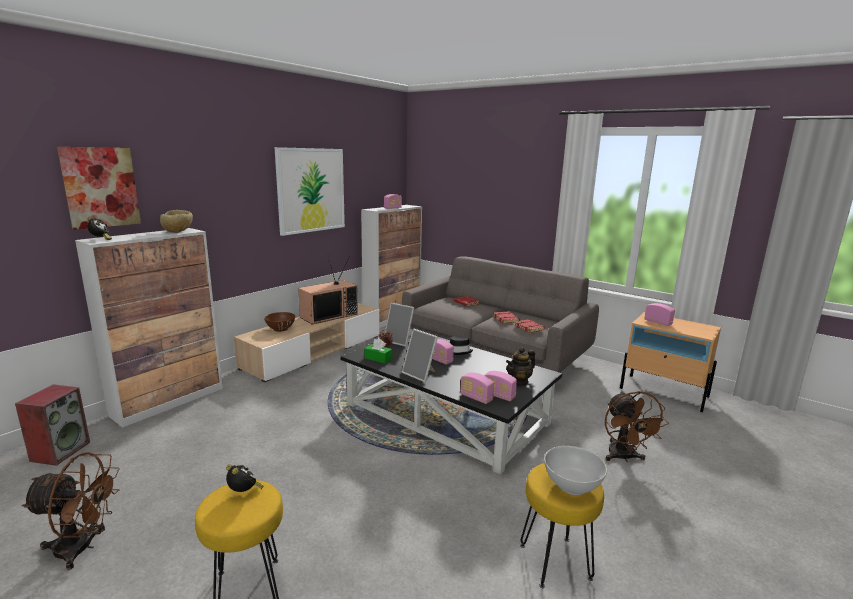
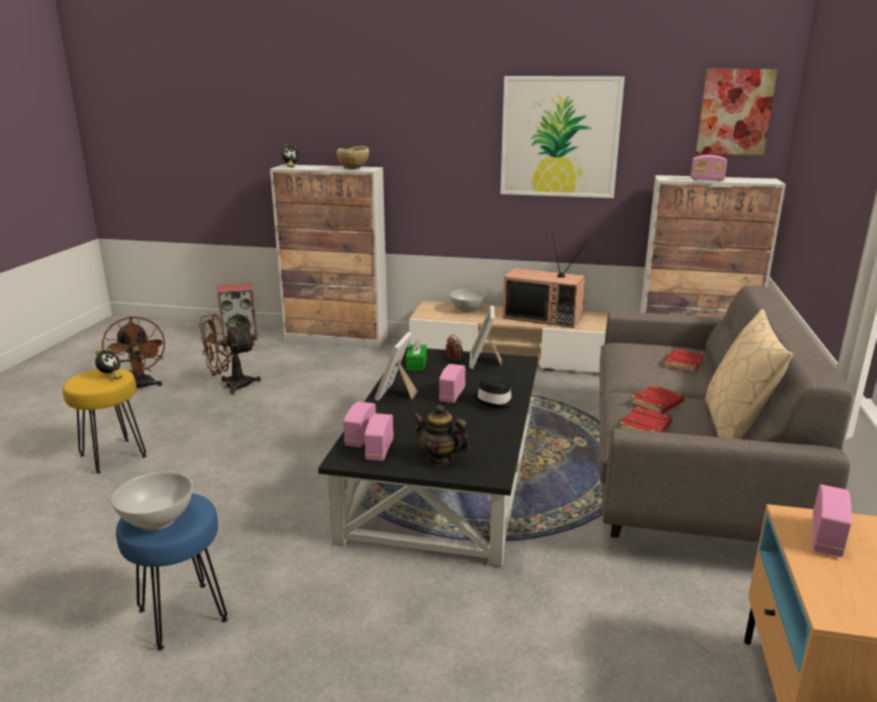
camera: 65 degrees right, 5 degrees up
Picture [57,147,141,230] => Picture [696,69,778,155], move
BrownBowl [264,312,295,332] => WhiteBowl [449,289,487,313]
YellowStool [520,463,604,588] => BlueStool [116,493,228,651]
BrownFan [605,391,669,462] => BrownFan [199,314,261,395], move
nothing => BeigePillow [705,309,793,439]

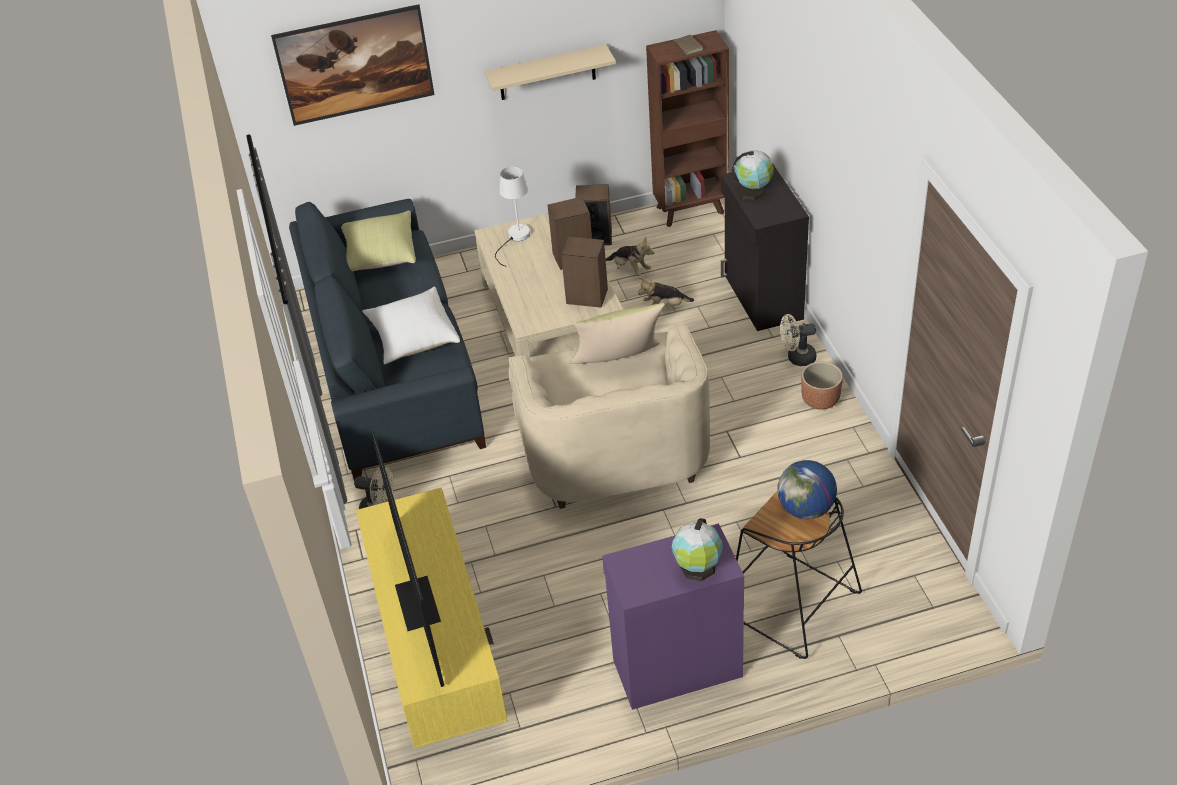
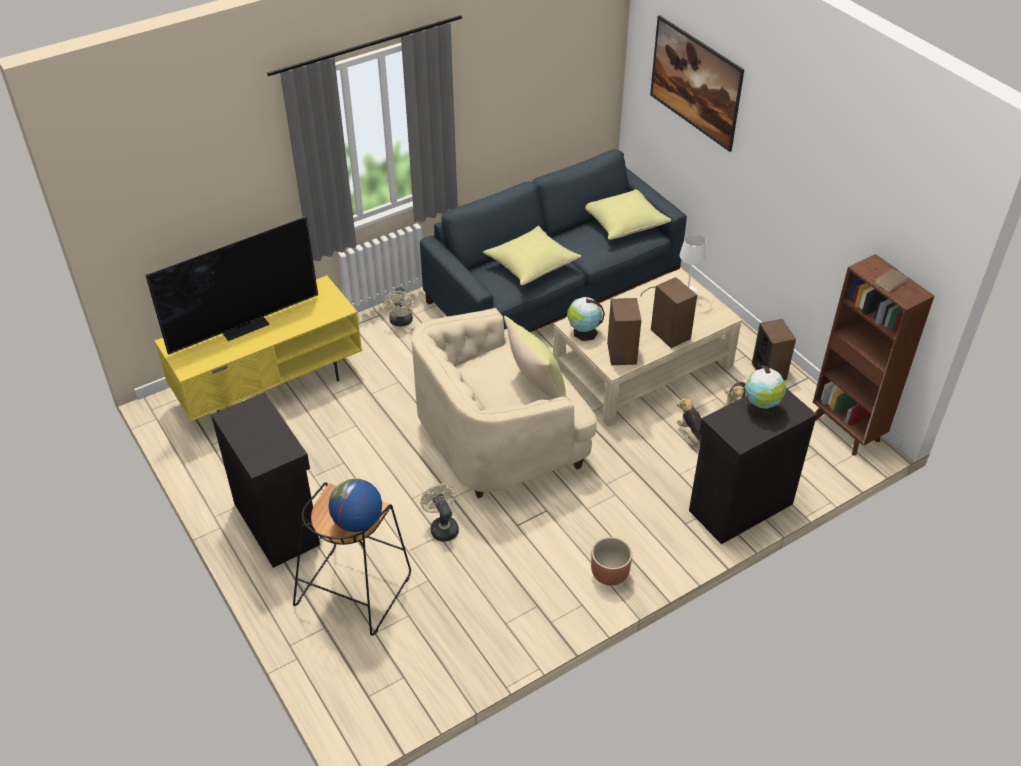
camera: 70 degrees right, 0 degrees up
WhitePillow [362,287,460,365] => YellowPillow [483,226,581,285]
BeigeShelf [484,45,616,100] => nothing
PurpleCabinet [602,523,744,710] => BlackCabinet [211,392,322,568]
Globe [672,518,723,581] => Globe [567,297,605,341], move
BeigeFan [780,314,816,366] => BeigeFan [420,483,459,542], move

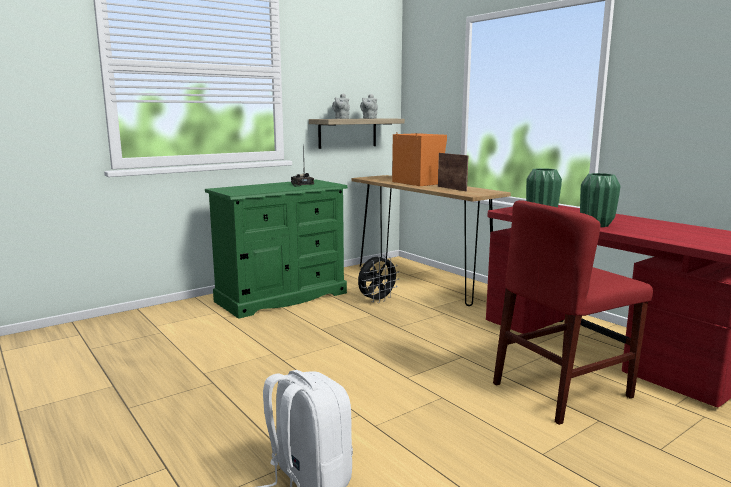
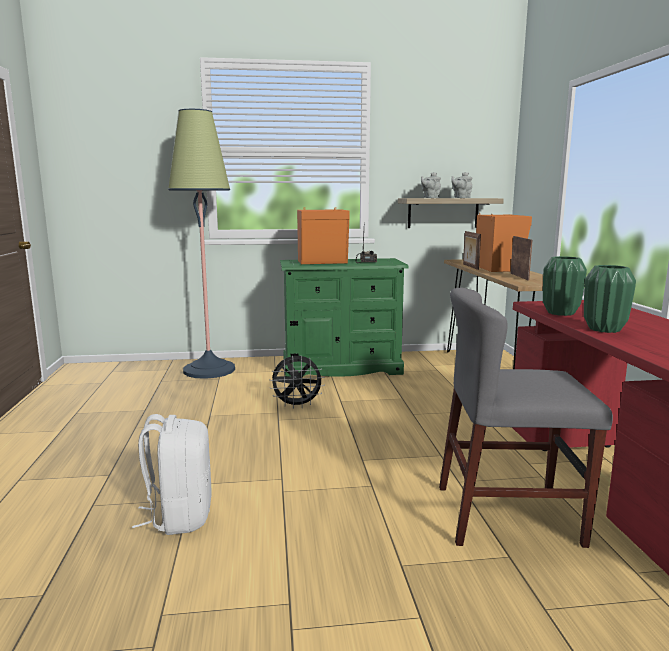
camera: 30 degrees right, 0 degrees up
BlackFan [358,255,399,303] => BlackFan [269,356,325,409], move
RedChair [493,200,653,425] => GreyChair [439,288,613,548]
nothing => FloorLamp [168,109,235,379]
nothing => OrangeSpeaker [297,207,350,264]
nothing => PictureFrame [463,231,481,270]

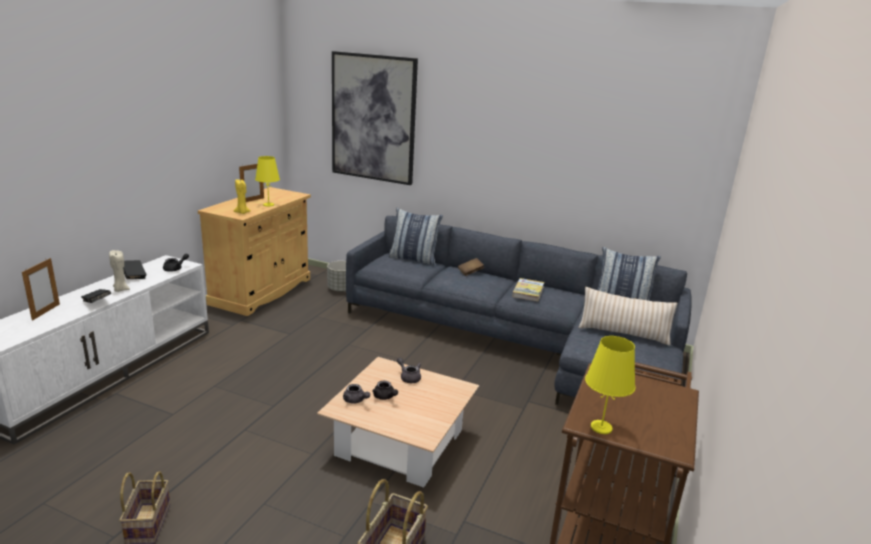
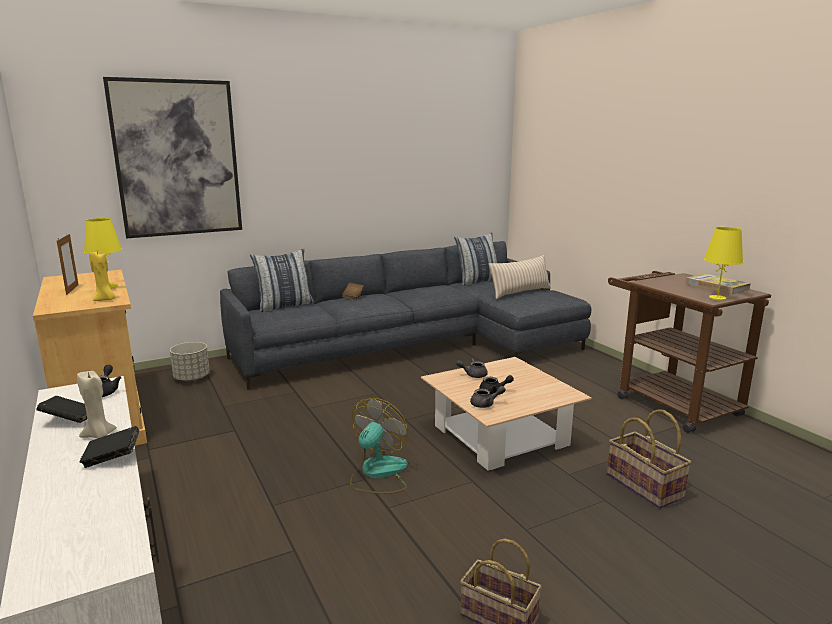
camera: 50 degrees left, 5 degrees down
PictureFrame [22,258,60,321] => nothing
Book [512,278,544,301] => Book [685,274,751,295], move
nothing => Fan [350,398,408,494]

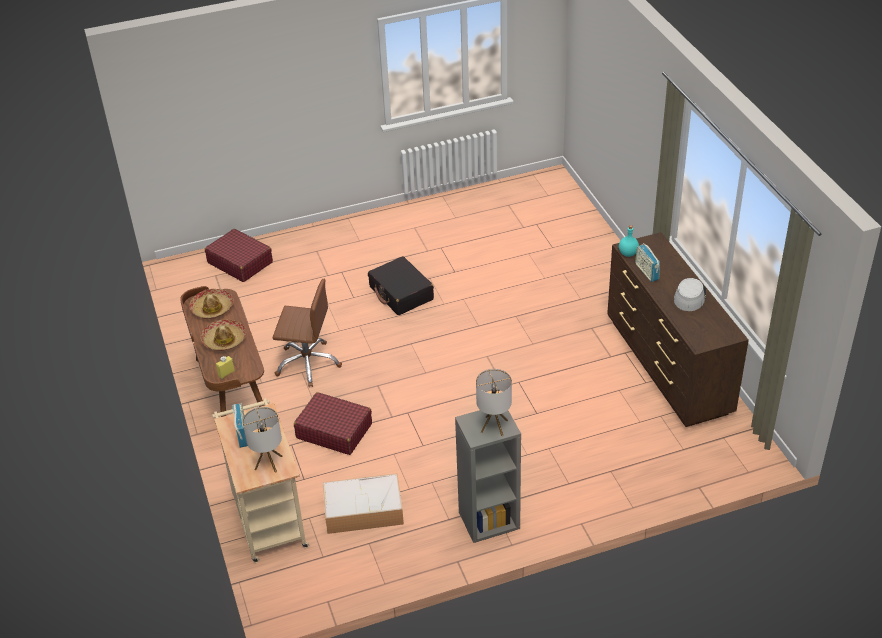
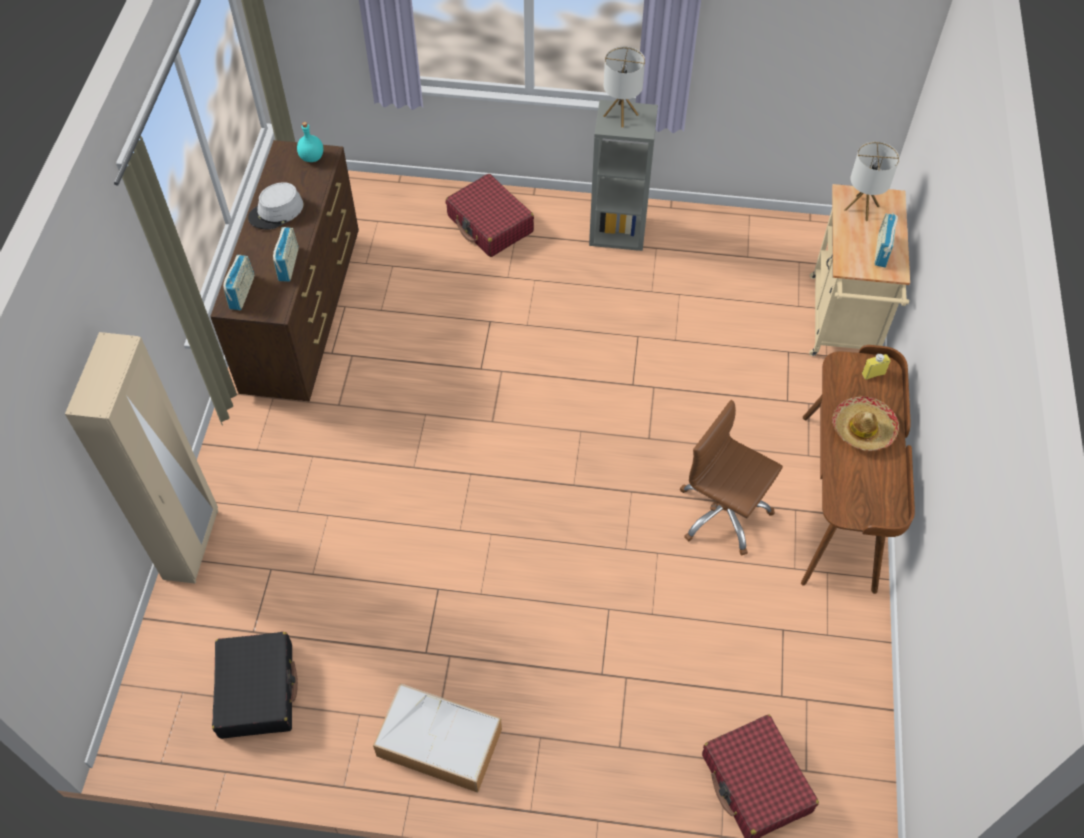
camera: 155 degrees left, 15 degrees up
Hat [189,289,233,319] => nothing
RedSuitcase [294,392,372,455] => RedSuitcase [446,174,534,257], move
StorageBox [322,473,404,534] => StorageBox [373,683,502,793], move
BlackSuitcase [368,256,434,315] => BlackSuitcase [212,632,298,739], move
TurquoiseBottle [619,225,639,257] => TurquoiseBottle [297,122,323,162], move
nothing => BeigeWardrobe [65,332,218,584]
nothing => Radio [223,255,254,310]

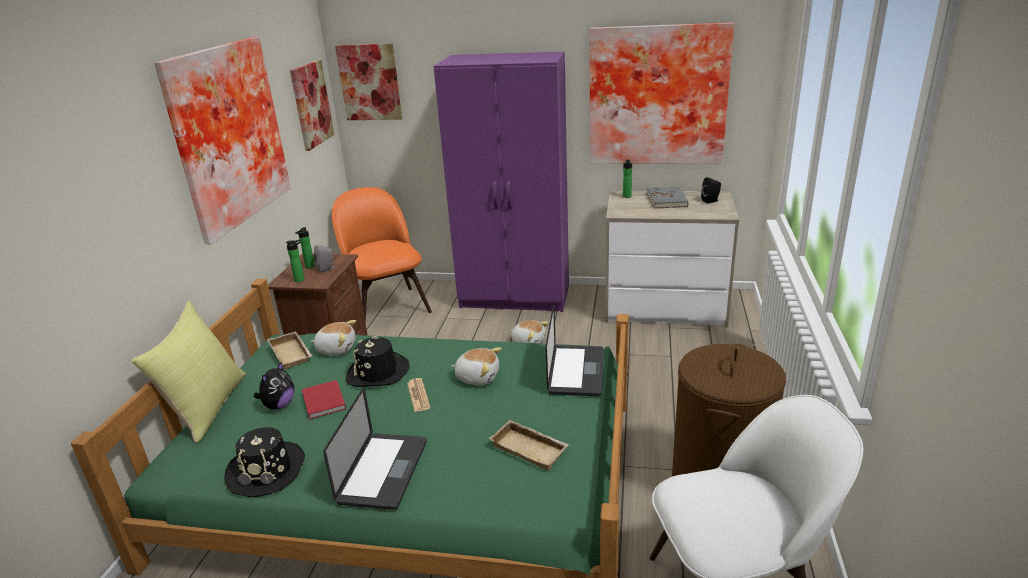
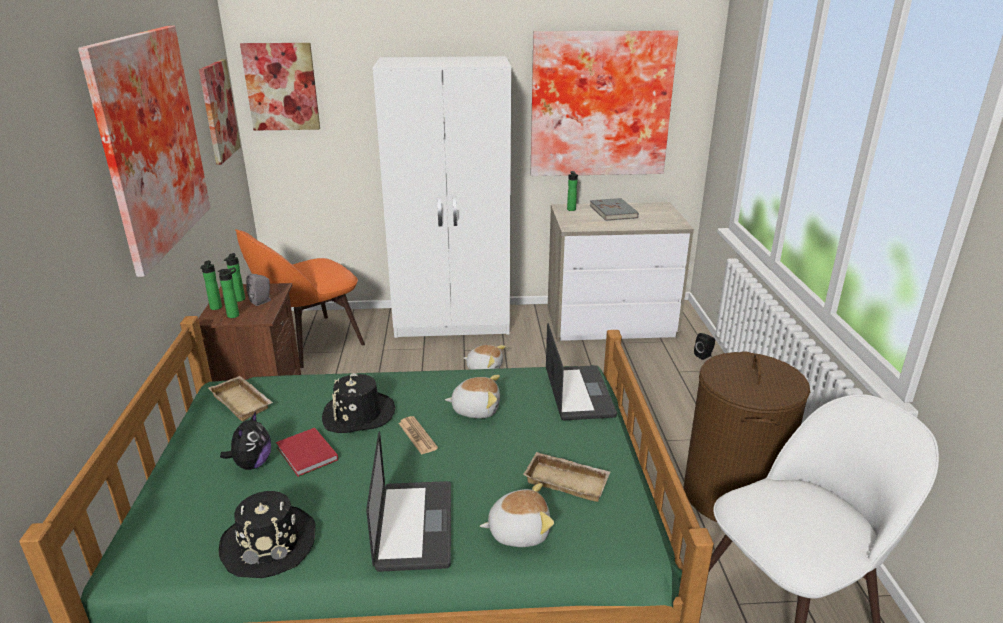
camera: 15 degrees left, 0 degrees up
YellowPillow [131,301,246,443] => nothing
PlushToy [310,320,356,355] => PlushToy [480,483,554,547], move
OrangeChair [332,187,432,323] => OrangeChair [235,229,365,368], 90 degrees counterclockwise
PurpleWardrobe [434,52,569,312] => WhiteWardrobe [373,56,511,338]
BlackSpeaker [701,177,721,204] => BlackSpeaker [694,333,715,360], move
nothing => Bottle [200,260,222,310]

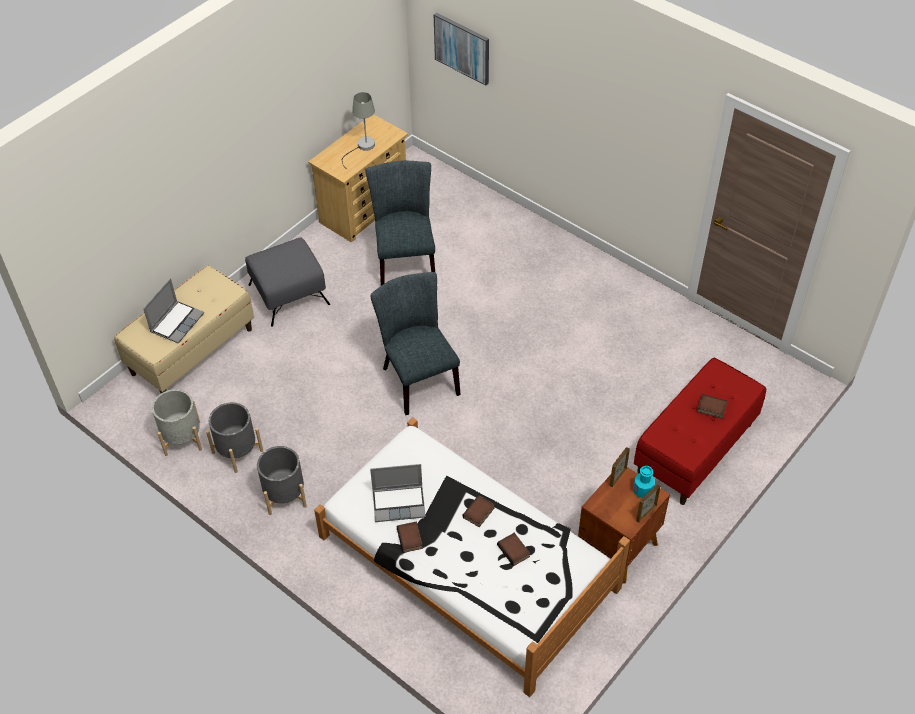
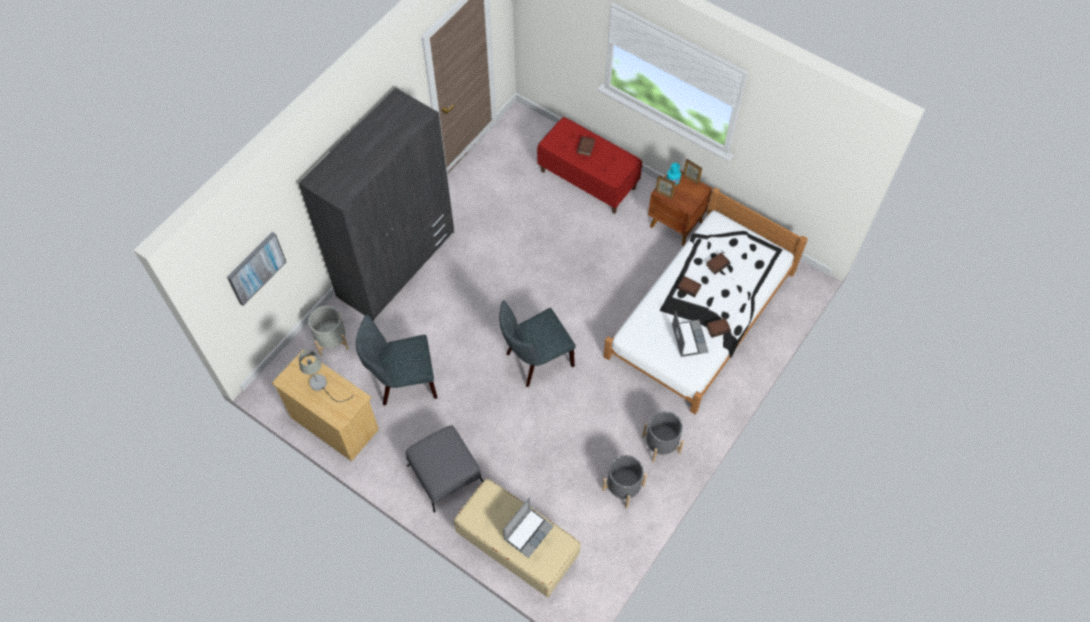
camera: 95 degrees left, 10 degrees up
Laptop [143,278,204,344] => Laptop [503,498,554,558], 105 degrees clockwise
GreyPlanter [152,389,202,456] => GreyPlanter [308,306,349,356], move
nothing => GreyWardrobe [298,87,454,321]

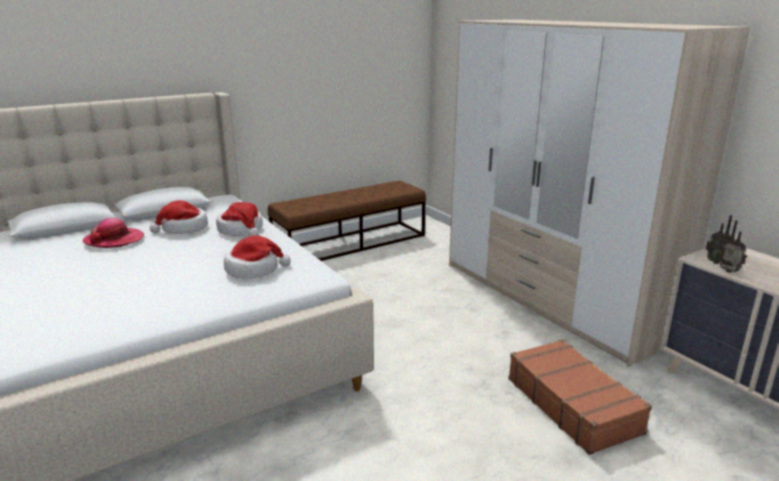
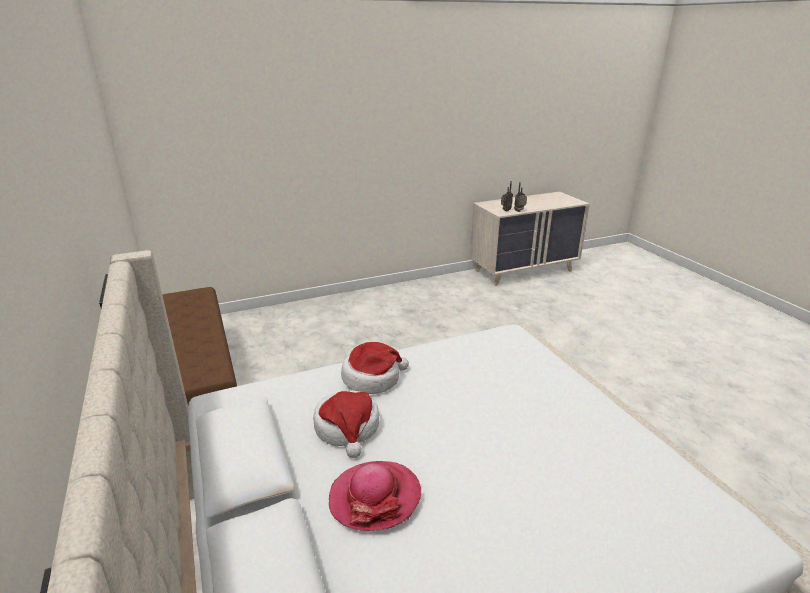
camera: 80 degrees left, 5 degrees up
Hat [224,236,291,279] => nothing
Wardrobe [449,20,751,367] => nothing
BrownSuitcase [508,339,652,455] => nothing

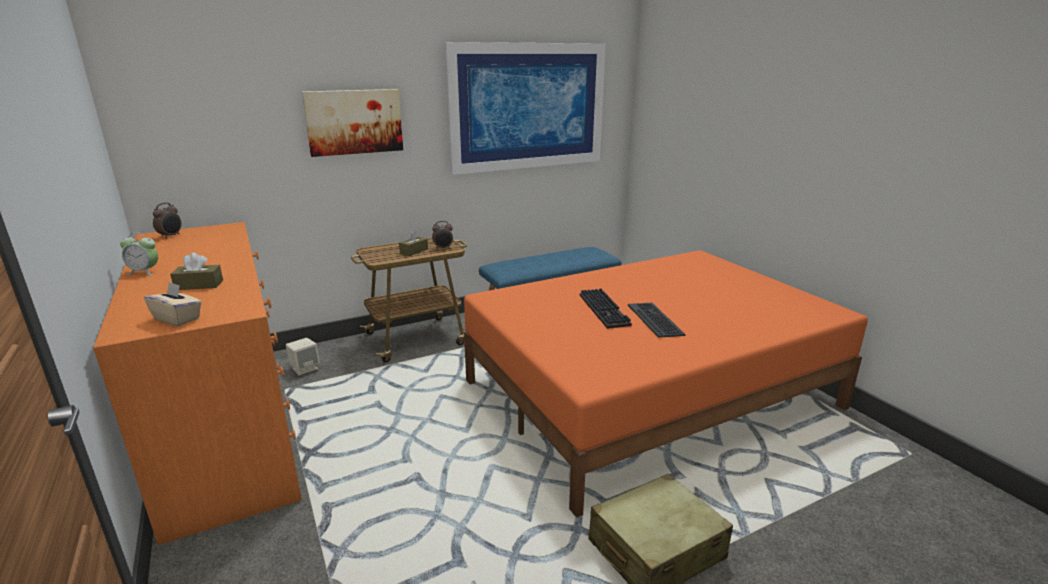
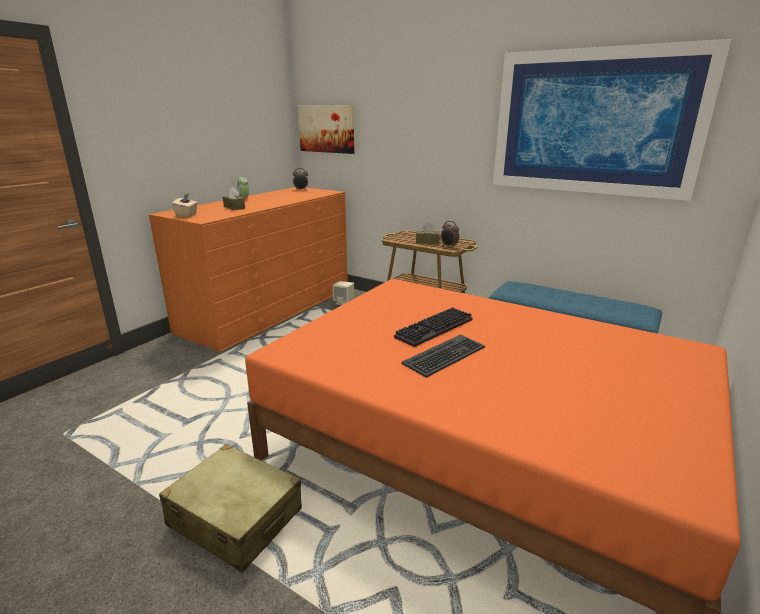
camera: 60 degrees right, 0 degrees up
Picture [302,89,403,157] => Picture [298,105,354,154], move

